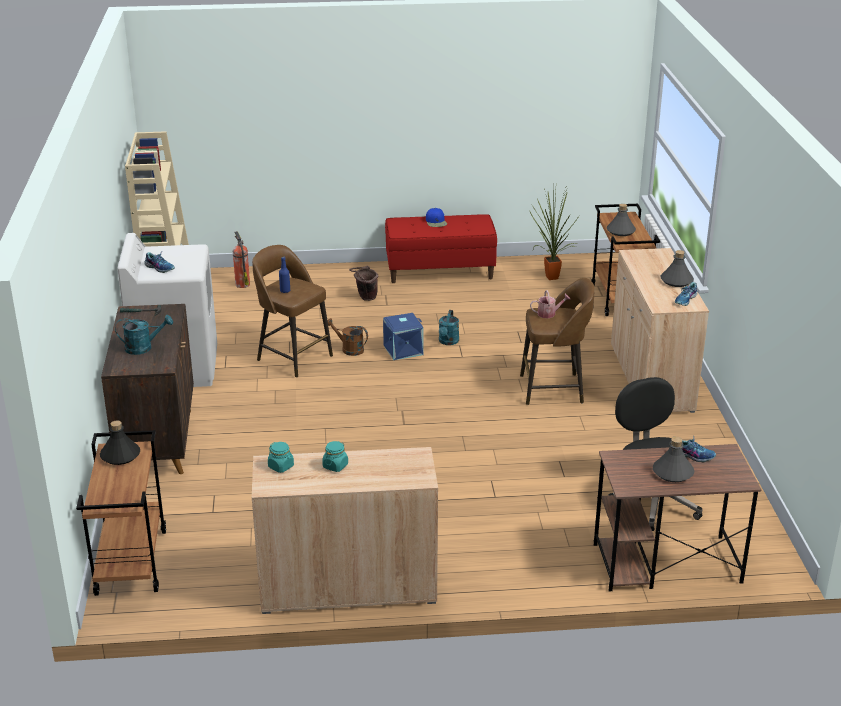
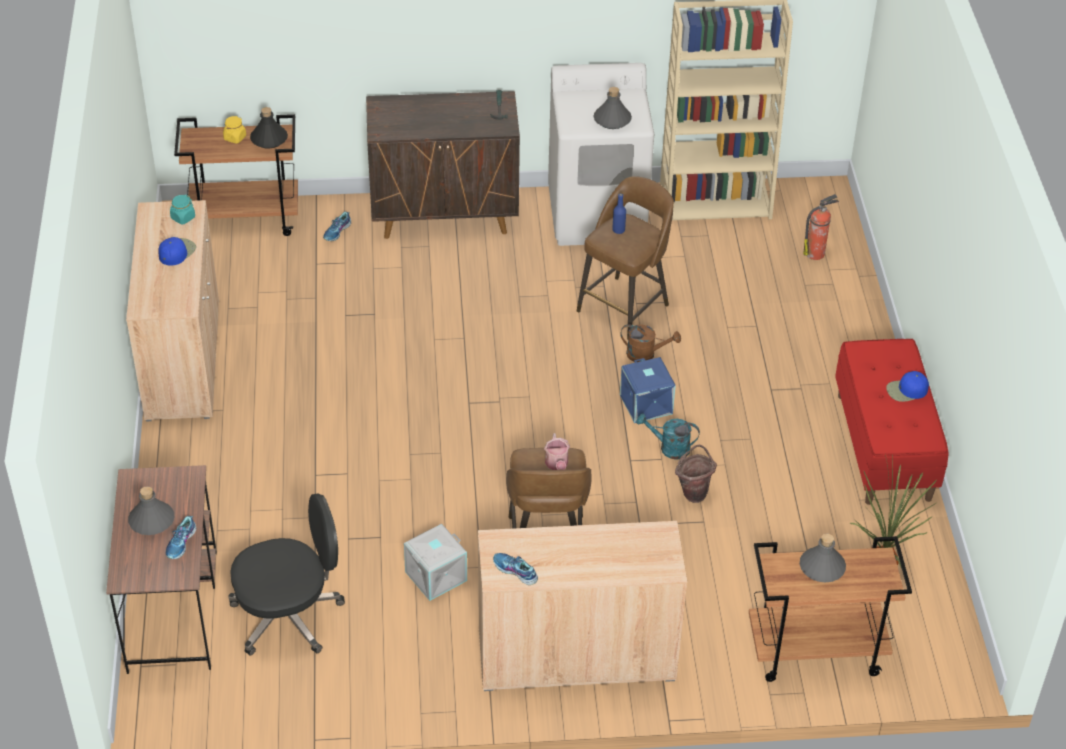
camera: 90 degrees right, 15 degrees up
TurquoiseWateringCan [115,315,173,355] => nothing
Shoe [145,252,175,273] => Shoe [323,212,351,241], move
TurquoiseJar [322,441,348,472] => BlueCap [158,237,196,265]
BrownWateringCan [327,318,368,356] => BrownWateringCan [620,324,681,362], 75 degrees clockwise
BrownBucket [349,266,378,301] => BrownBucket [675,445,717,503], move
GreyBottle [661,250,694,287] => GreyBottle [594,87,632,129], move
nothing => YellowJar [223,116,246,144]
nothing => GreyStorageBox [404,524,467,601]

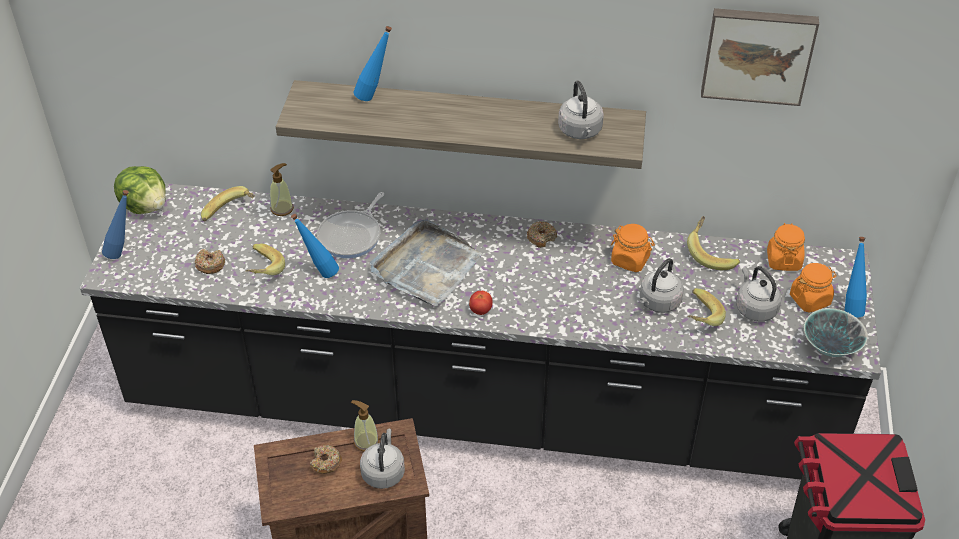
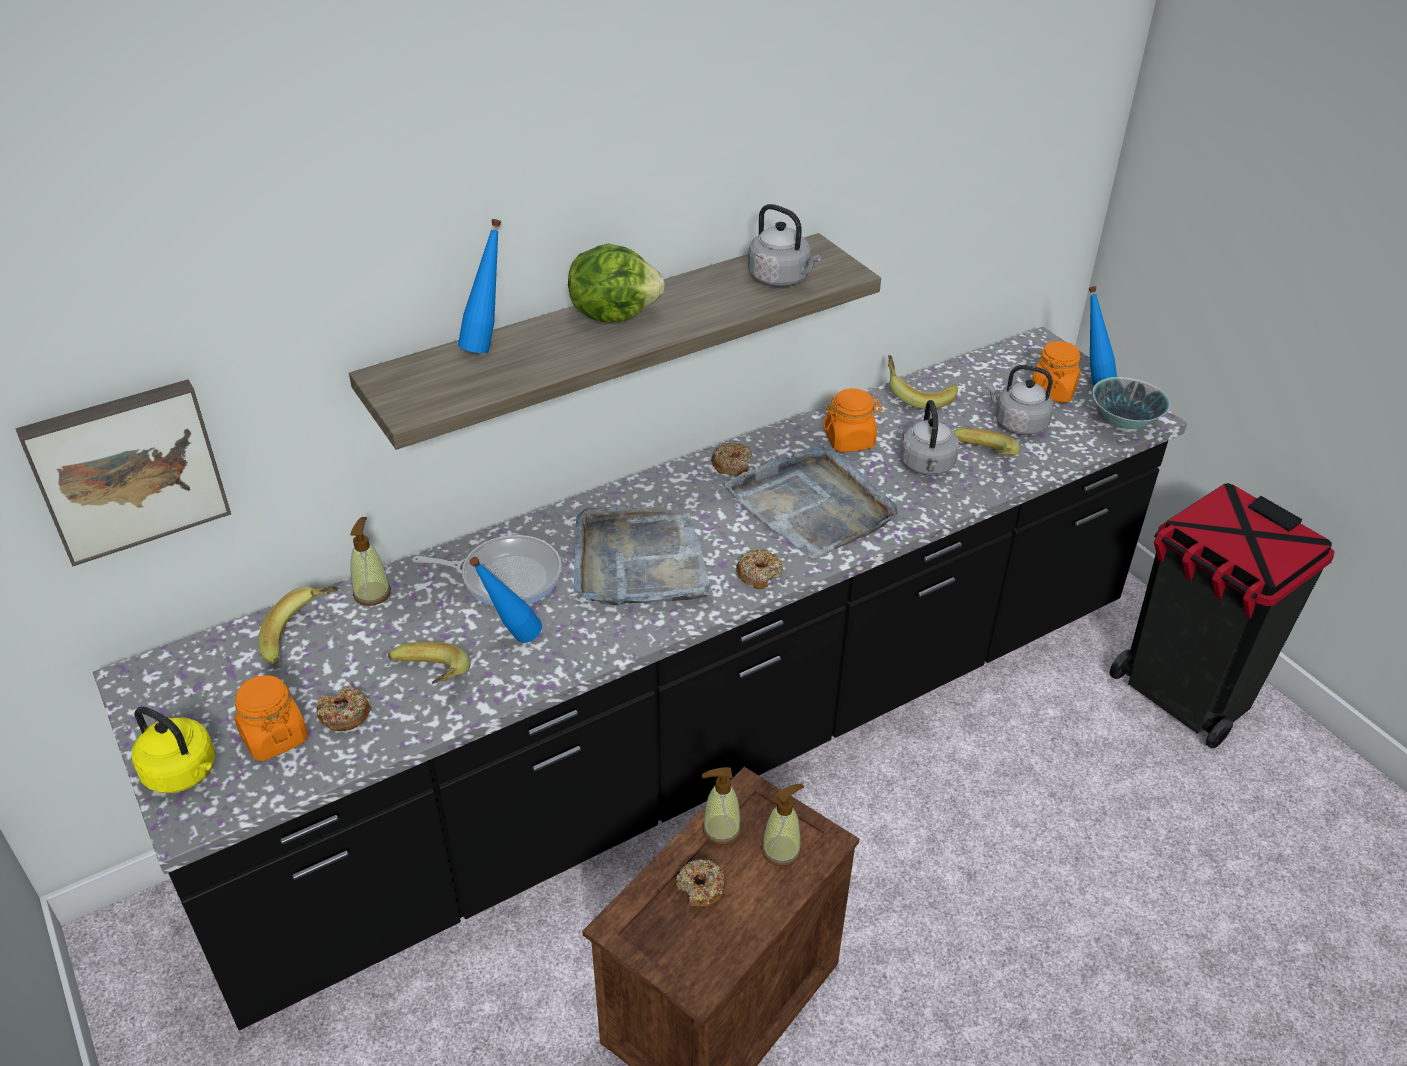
camera: 40 degrees left, 5 degrees down
BlueBottle [102,190,129,259] => YellowKettle [132,706,215,793]
Lettuce [114,166,165,214] => Lettuce [568,243,665,322], move
FryingPan [317,192,384,258] => FryingPan [412,535,561,606], 75 degrees counterclockwise
GreyKettle [360,429,405,489] => SoapDispenser [762,783,804,866]
Tomato [469,291,493,315] => Donut [736,549,783,589]
Picture [701,8,819,106] => Picture [16,379,231,566], move
OrangeJar [767,223,805,271] => OrangeJar [234,674,308,761], move
nothing => GreyTray [725,445,898,559]

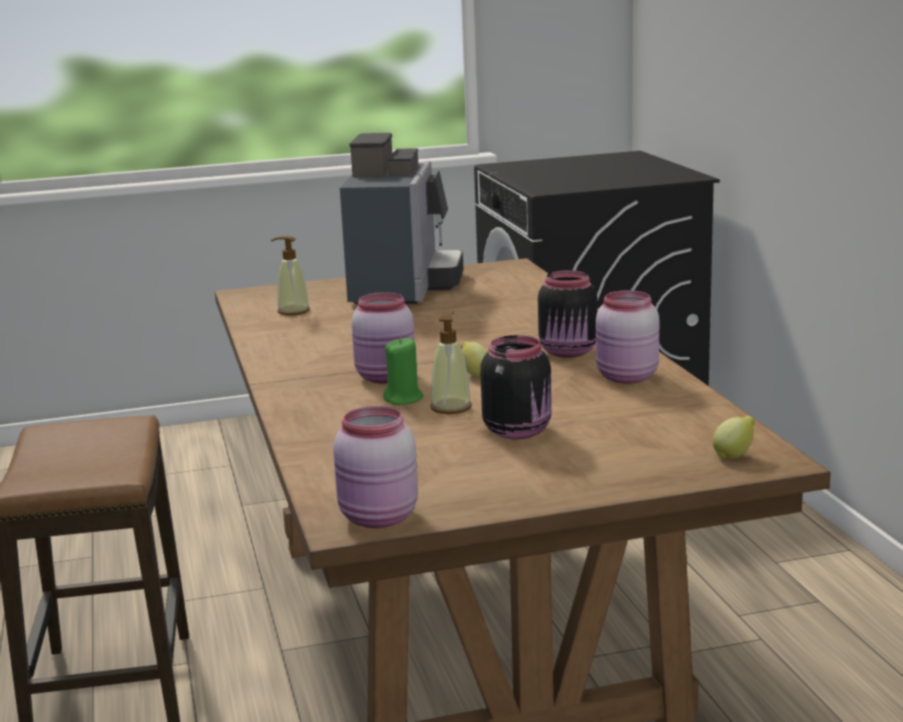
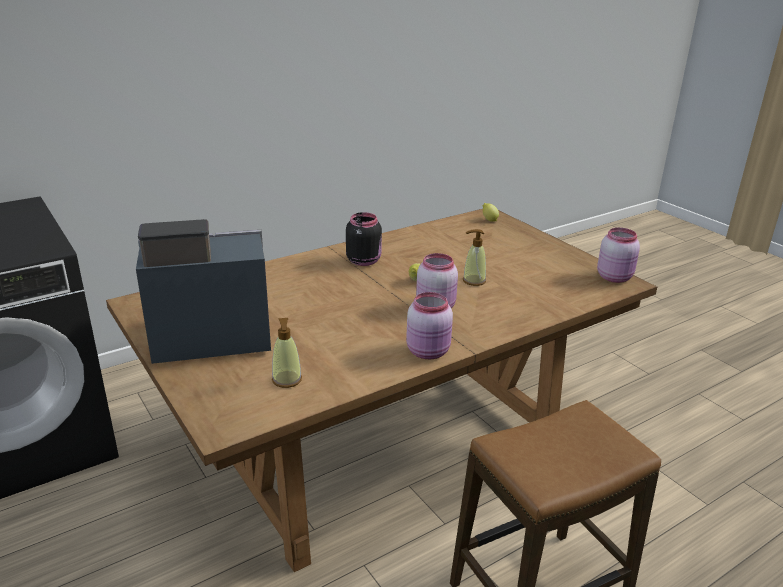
camera: 110 degrees left, 10 degrees up
GreenCandle [383,337,423,405] => nothing
BlackJar [480,335,552,439] => nothing
PinkJar [596,290,659,384] => PinkJar [406,292,453,359], move

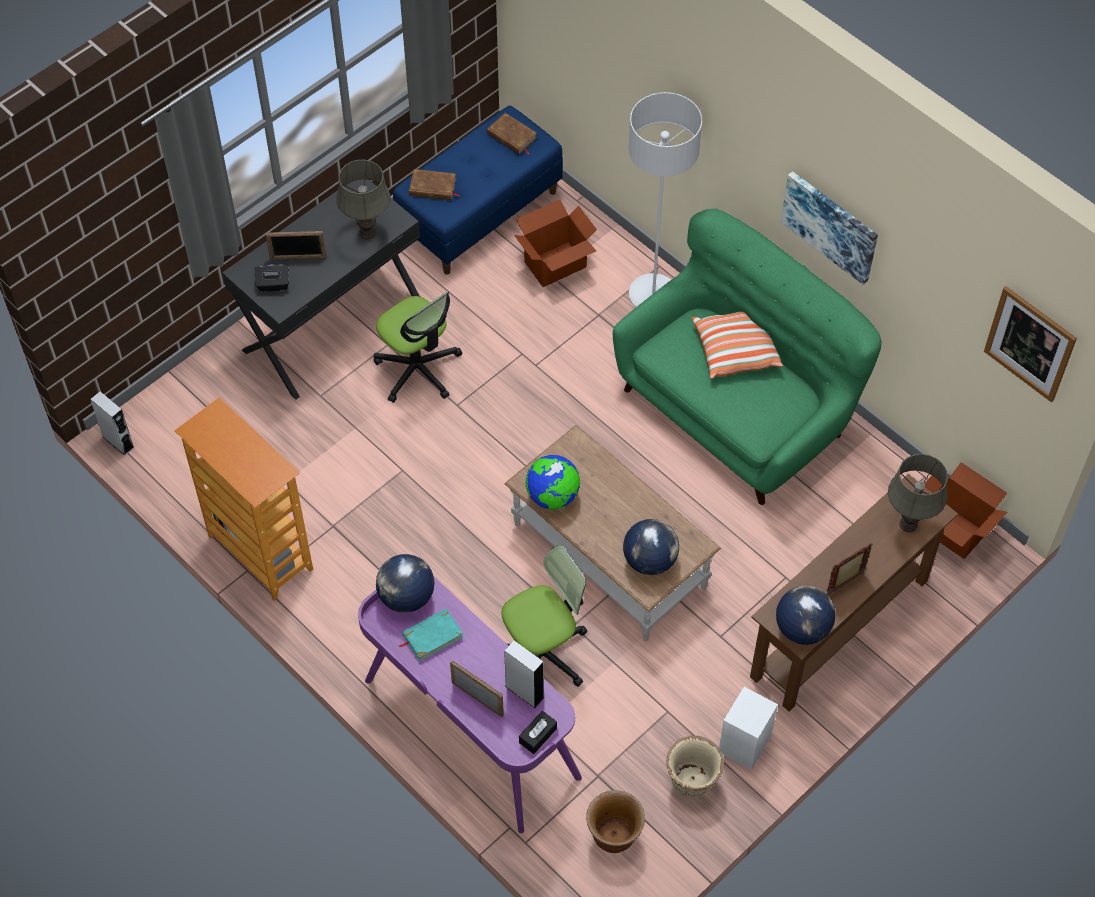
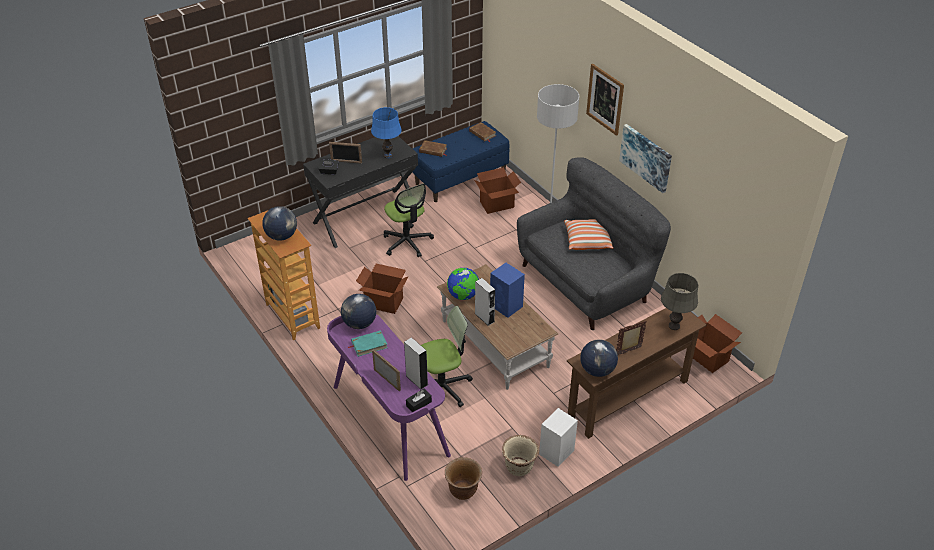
camera: 10 degrees right, 15 degrees down
GreySpeaker [90,391,134,456] => GreySpeaker [475,278,495,326], move
GreyTableLamp [337,160,390,239] => BlueTableLamp [371,107,402,158]
GreenSofa [613,209,882,505] => GreySofa [517,157,671,330]
Globe [623,519,679,575] => Globe [262,206,297,241], move
Picture [984,286,1077,402] => Picture [586,64,624,136], move
nothing => CardboardBox [356,264,409,314]
nothing => BlueSpeaker [490,263,525,318]

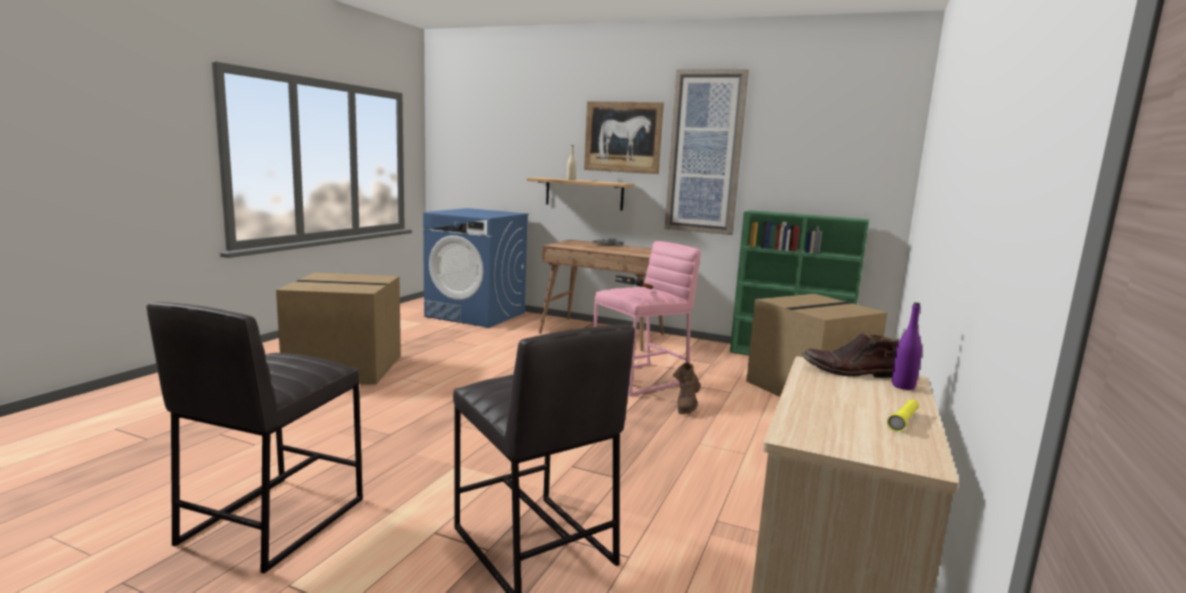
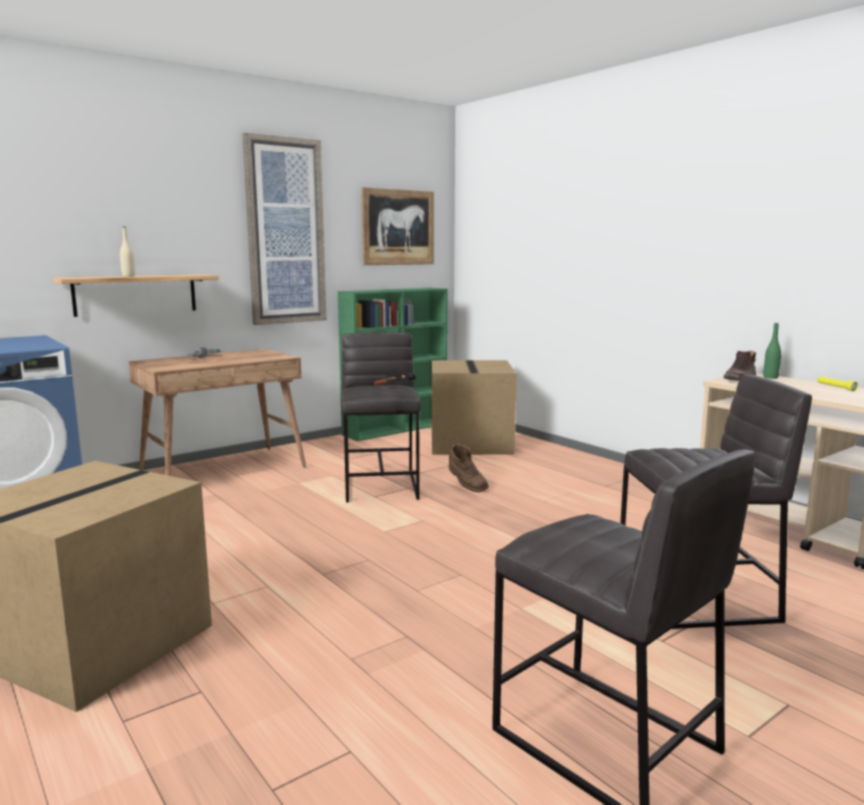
camera: 60 degrees left, 0 degrees up
Picture [584,101,664,174] => Picture [361,187,434,265], move
PinkStool [593,241,701,396] => GreyStool [341,332,421,503]
PurpleBottle [892,302,922,390] => GreenBottle [764,323,781,379]

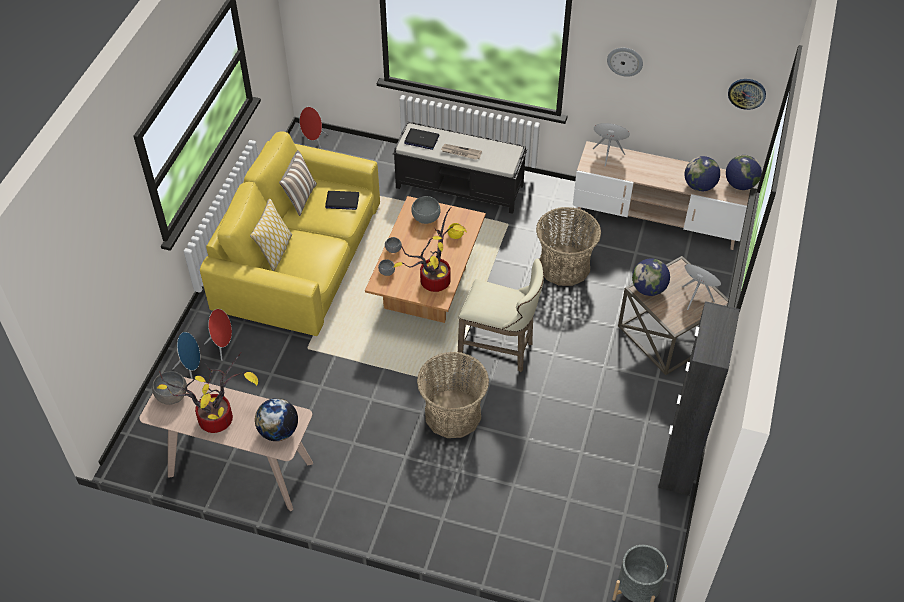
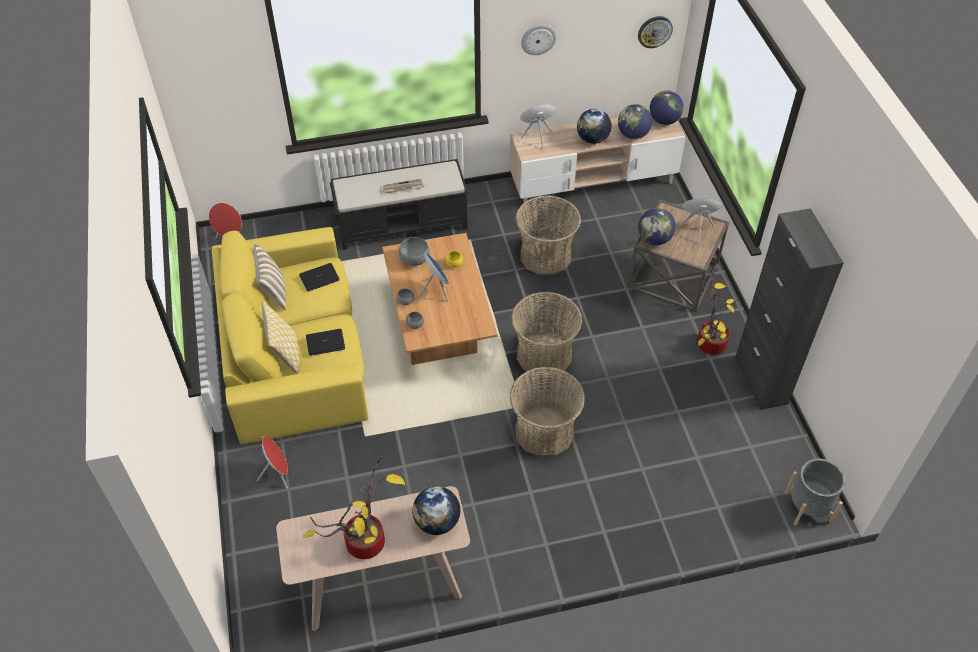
camera: 30 degrees left, 0 degrees up
GreyBowl [152,371,187,405] => nothing
BlueSpeaker [172,332,200,379] => BlueSpeaker [418,252,449,301], move
PottedPlant [393,207,467,292] => PottedPlant [697,268,734,355], move
Laptop [404,128,439,150] => Laptop [306,329,345,356], move
BeigeStool [458,259,544,372] => Basket [511,292,582,376]
nothing => Globe [577,109,612,144]

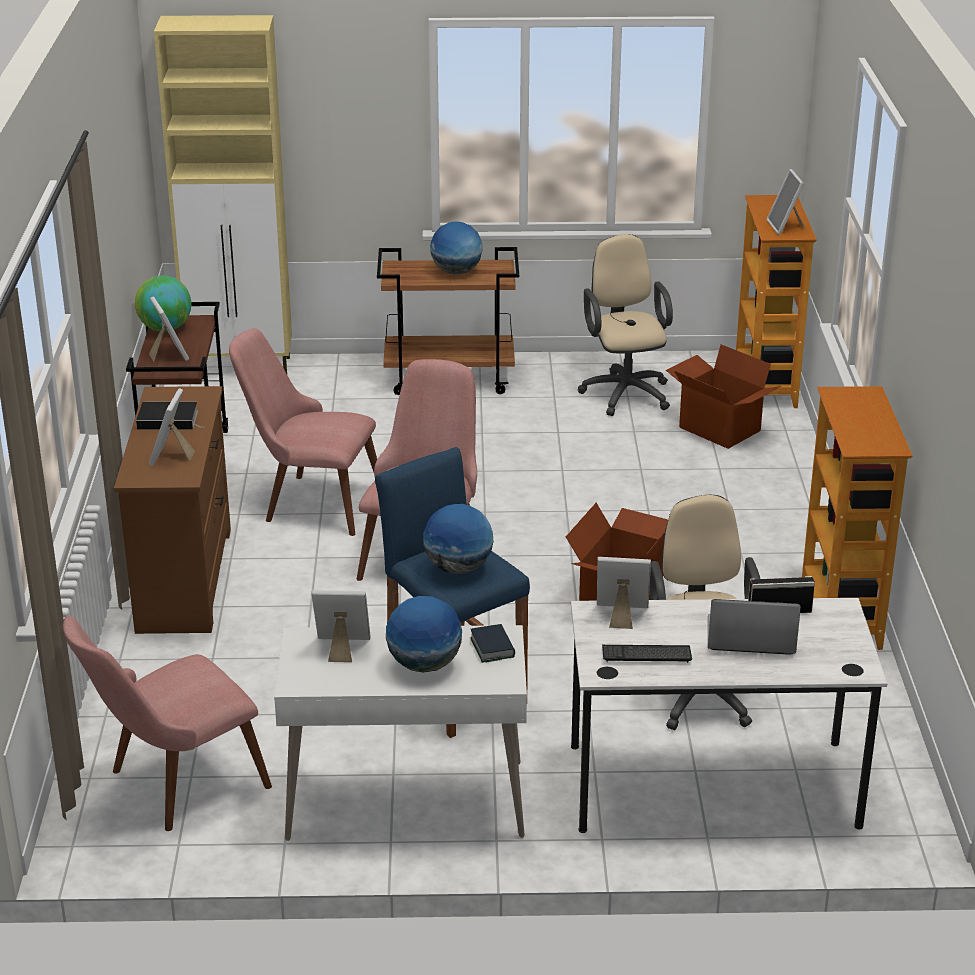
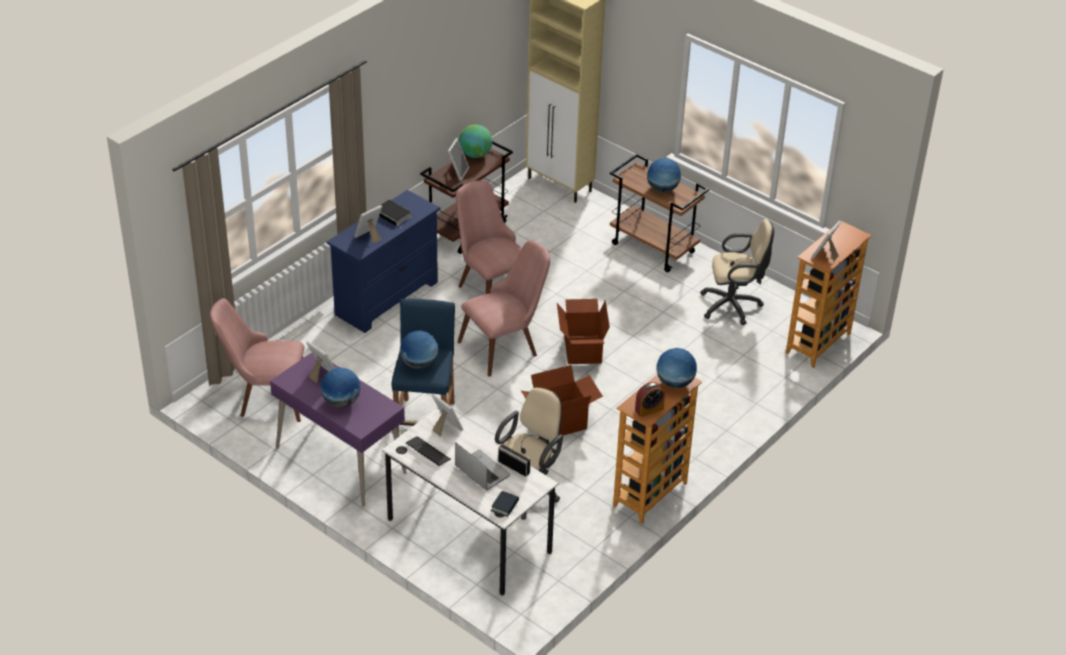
camera: 40 degrees right, 10 degrees up
BrownDresser [114,386,231,634] => BlueDresser [327,190,440,333]
WhiteDesk [274,625,527,841] => PurpleDesk [270,352,406,507]
Book [470,624,515,663] => Book [491,491,519,517], move
BeigeOfficeChair [578,234,673,416] => BeigeOfficeChair [701,219,774,325], 60 degrees clockwise
CardboardBox [666,344,781,449] => CardboardBox [557,299,610,364], move
nothing => AlarmClock [635,382,665,417]
nothing => Globe [656,348,697,388]

